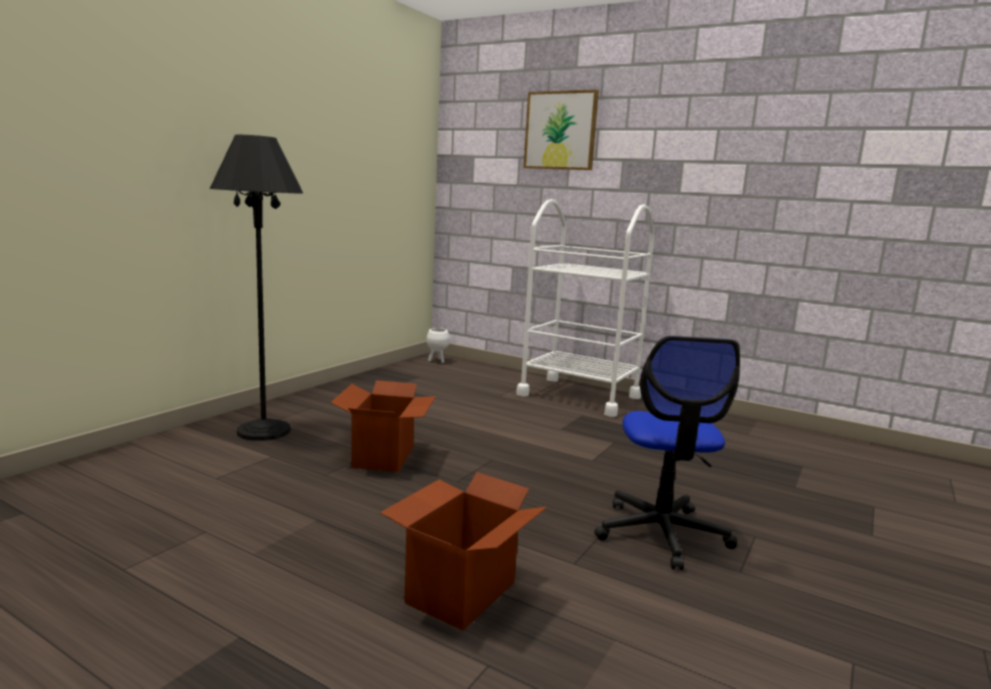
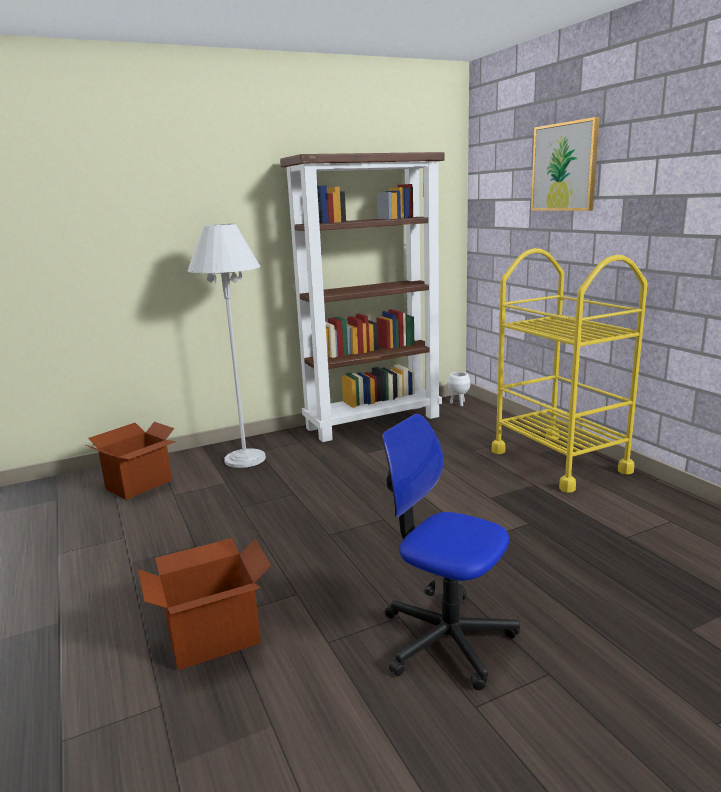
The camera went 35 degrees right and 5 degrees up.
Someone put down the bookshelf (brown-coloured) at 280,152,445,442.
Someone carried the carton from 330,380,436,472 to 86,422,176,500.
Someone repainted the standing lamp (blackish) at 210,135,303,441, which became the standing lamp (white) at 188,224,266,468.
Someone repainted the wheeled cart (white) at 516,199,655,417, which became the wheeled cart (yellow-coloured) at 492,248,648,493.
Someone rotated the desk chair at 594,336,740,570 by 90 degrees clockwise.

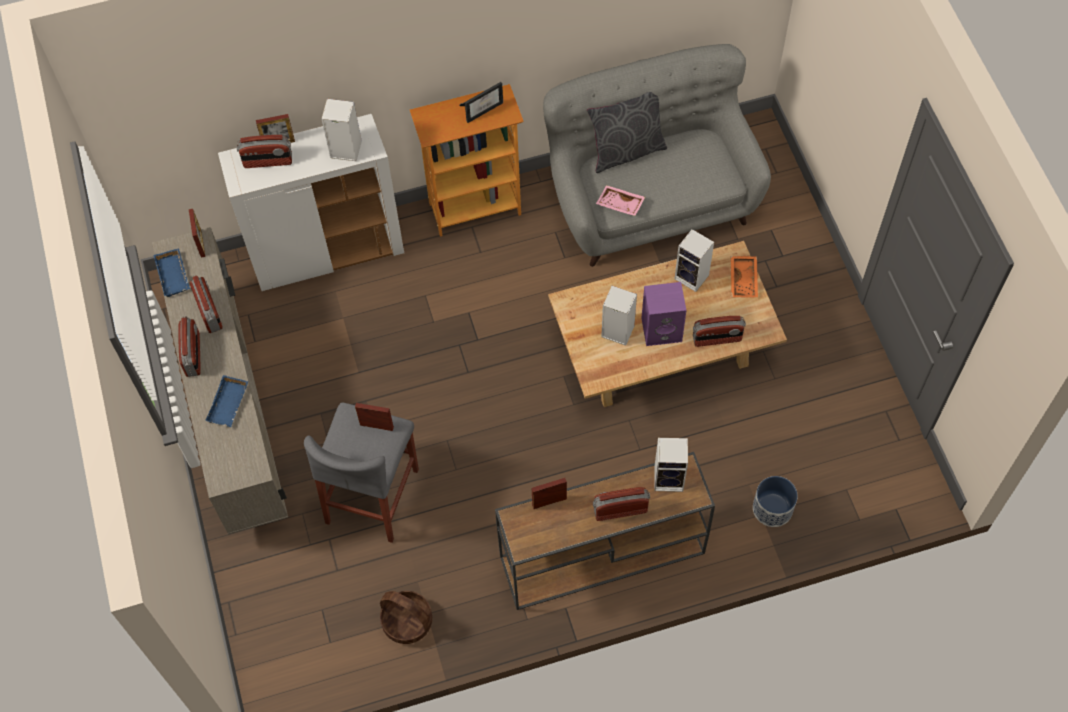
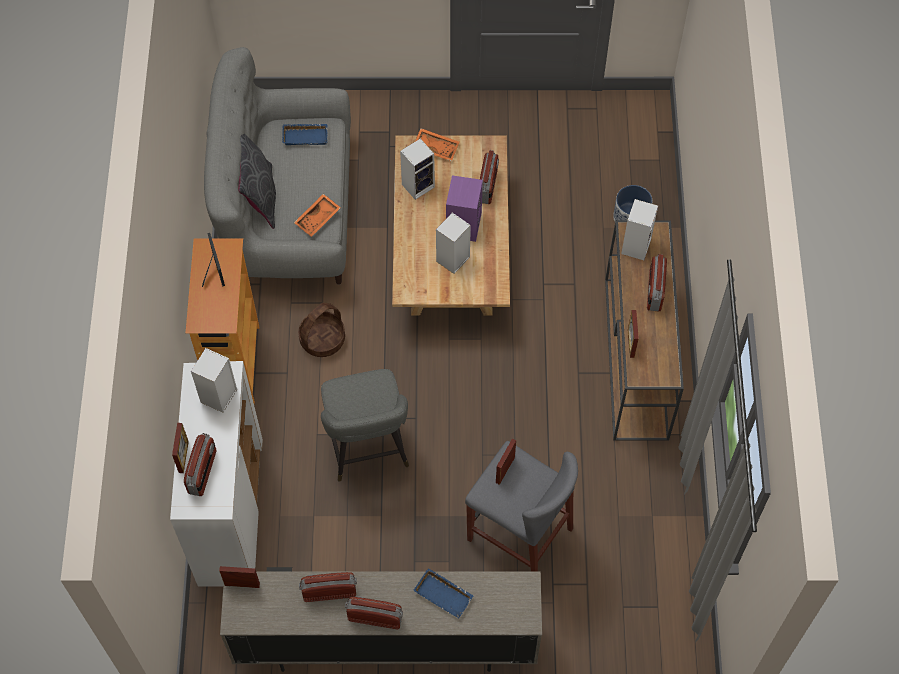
The camera went 75 degrees left and 0 degrees up.
Someone put down the stool seat (grey) at 321,369,409,482.
Someone carried the tray (bluish) from 153,248,190,297 to 282,124,328,145.
Someone carried the household basket from 380,591,432,644 to 298,303,345,357.
Someone repainted the tray (pink-coloured) at 596,185,645,216, which became the tray (orange-coloured) at 294,194,341,237.

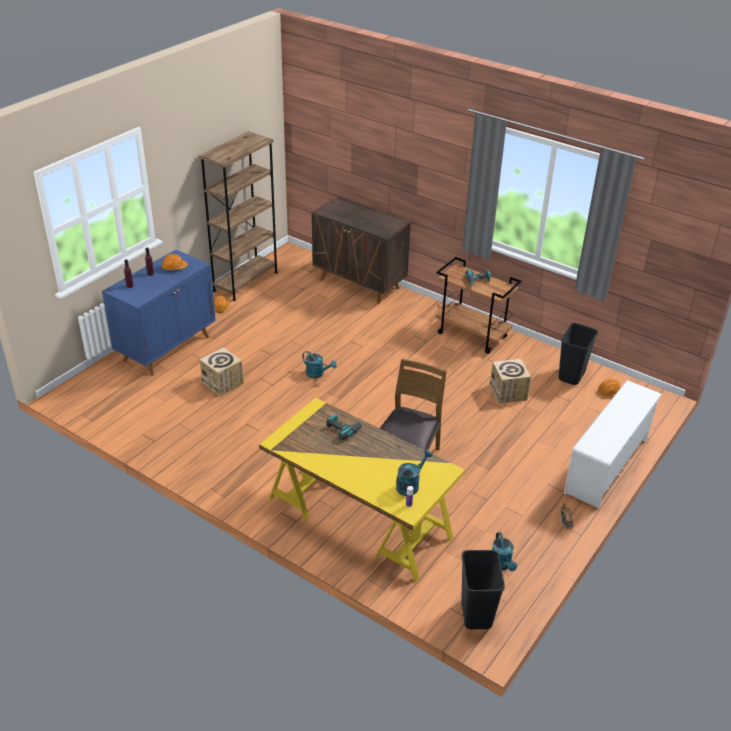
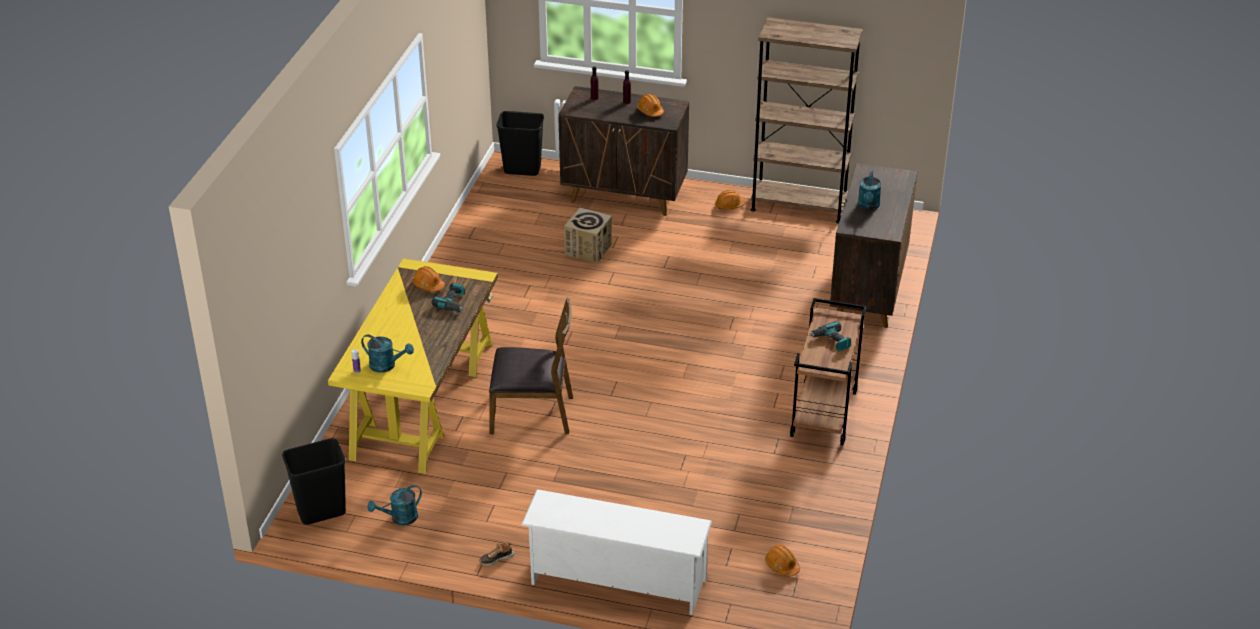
The camera went 70 degrees right and 0 degrees up.
Someone took away the carton at 490,359,531,403.
Someone put down the work helmet (orange-coloured) at 412,266,445,292.
Someone carried the watering pot (turquoise) from 302,351,337,378 to 858,171,882,210.
Someone carried the rubbish bin (blackish) from 558,323,598,385 to 496,111,544,176.
Someone repainted the cupboard (bluish) at 102,250,216,376, which became the cupboard (brown-coloured) at 558,86,689,216.

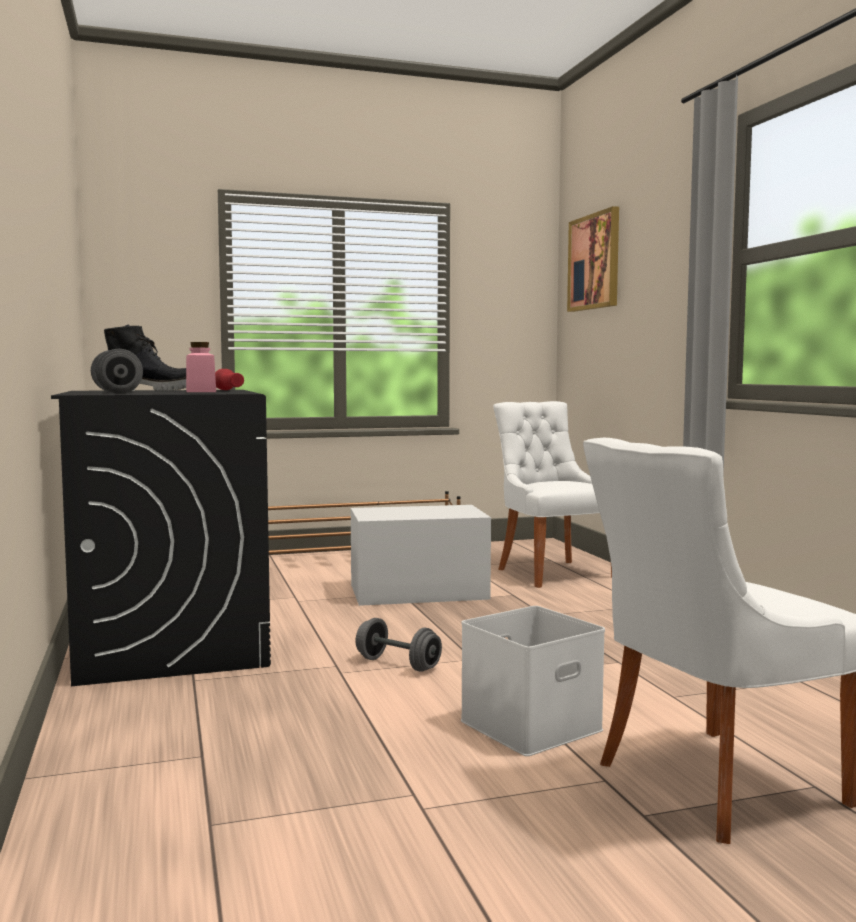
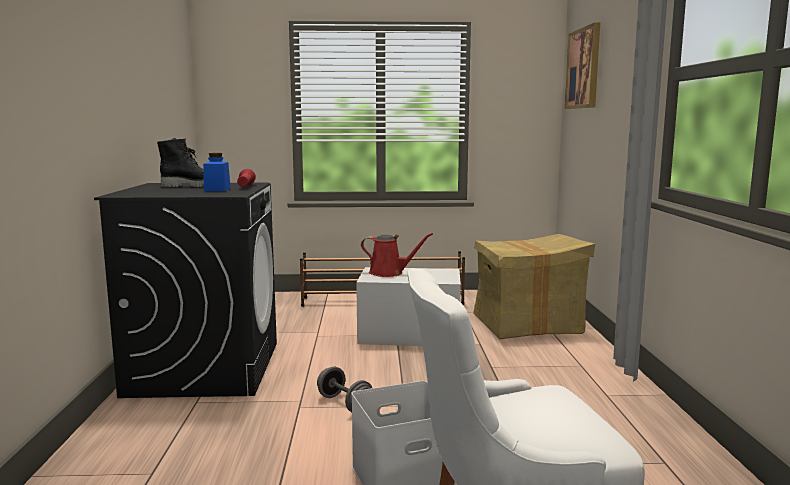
The camera went 15 degrees right and 5 degrees up.
Someone took away the dumbbell (grey) at 91,349,143,394.
Someone put down the watering pot (reddish) at 361,233,433,277.
Someone swapped the chair (white) at 493,401,612,588 for the carton at 473,234,595,339.
Someone repainted the jar (pink-coloured) at 186,342,216,392, which became the jar (bluish) at 203,153,231,191.

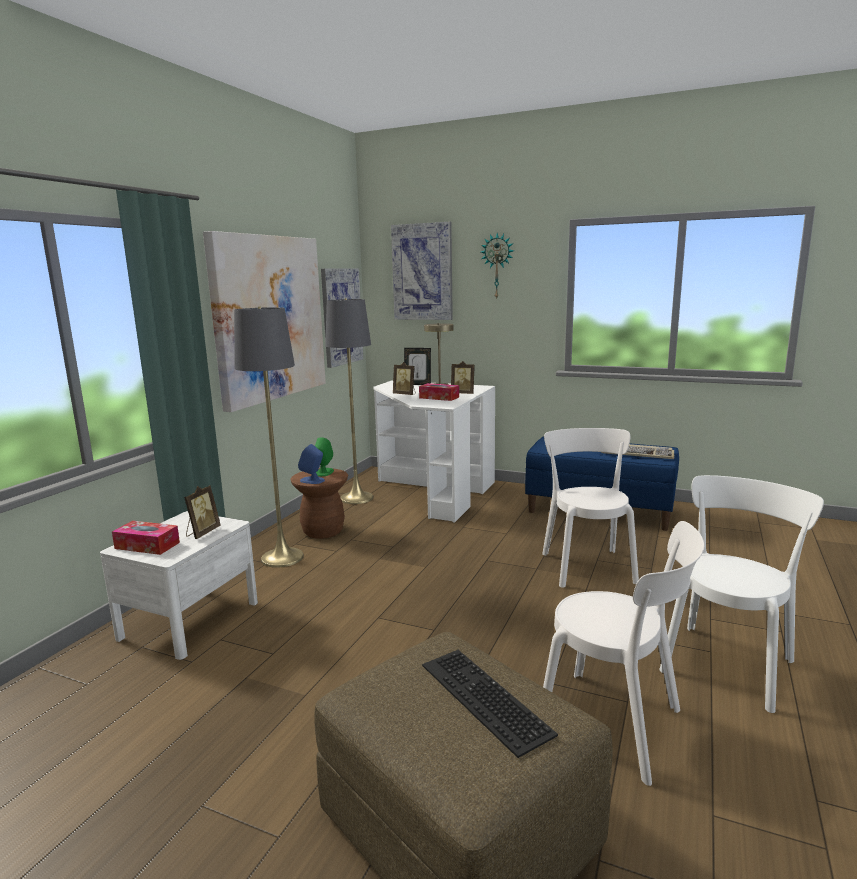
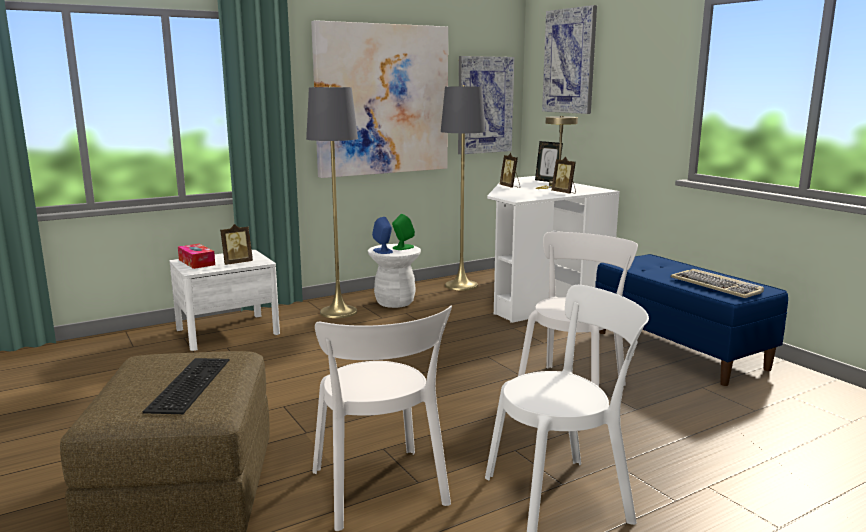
The camera went 35 degrees right and 0 degrees up.
Someone took away the box of tissues at 419,383,459,401.
Someone took away the wall clock at 481,233,514,300.
Someone repainted the stool seat (brown-coloured) at 290,468,348,539, which became the stool seat (white) at 368,244,421,308.

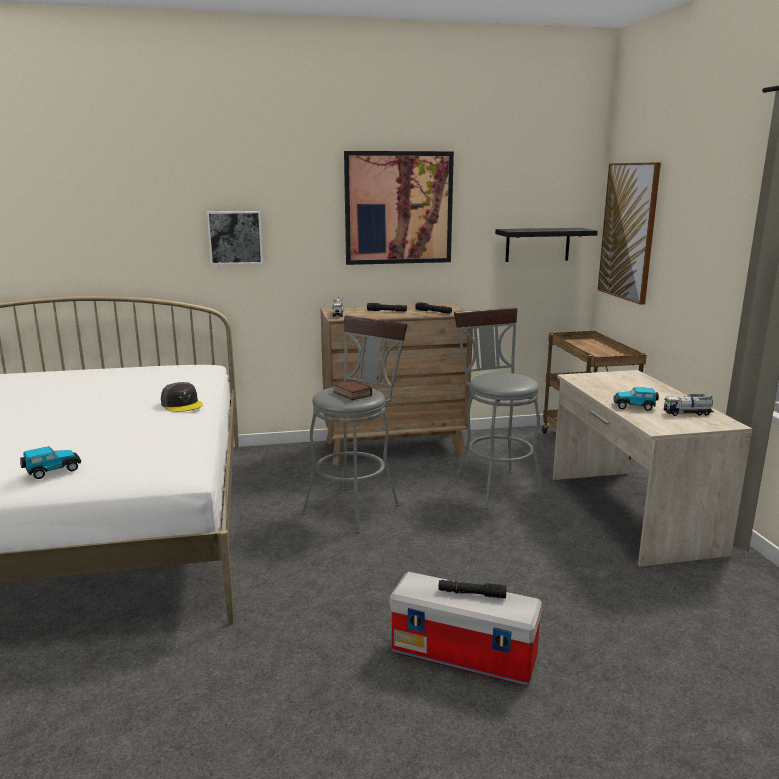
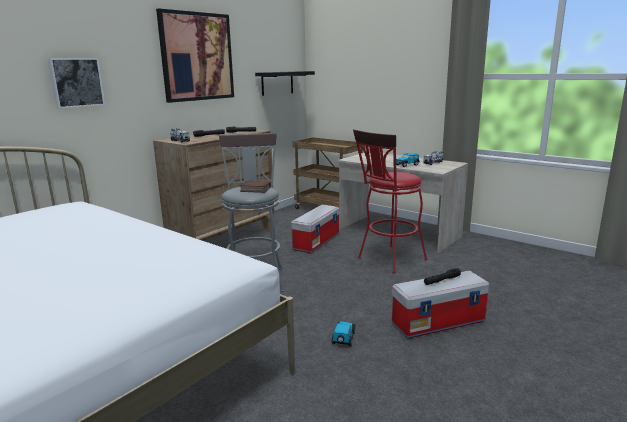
The camera went 40 degrees left and 0 degrees up.
Someone took away the cap (grey) at 161,382,203,412.
Someone took away the picture at 598,162,661,305.
Someone put down the stool seat (reddish) at 353,129,427,273.
Someone carried the model car from 20,446,81,479 to 331,322,355,346.
Someone swapped the stool seat (grey) at 454,307,545,509 for the storage box at 291,205,339,253.

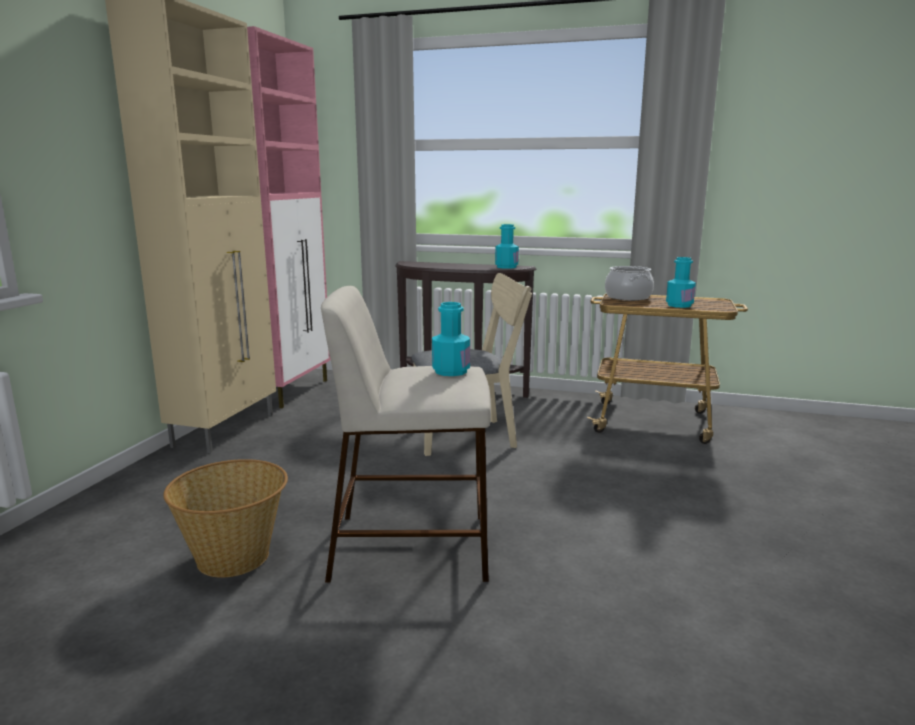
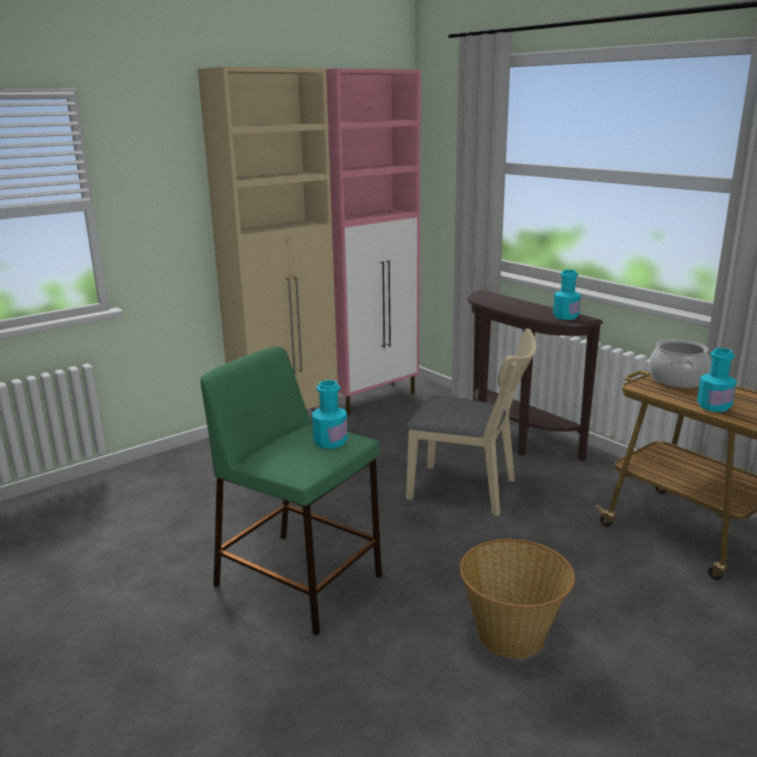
The camera went 35 degrees right and 5 degrees up.
Someone carried the household basket from 163,459,288,578 to 460,539,575,659.
Someone repainted the stool seat (sand-coloured) at 321,286,491,582, which became the stool seat (greenish) at 200,347,382,635.

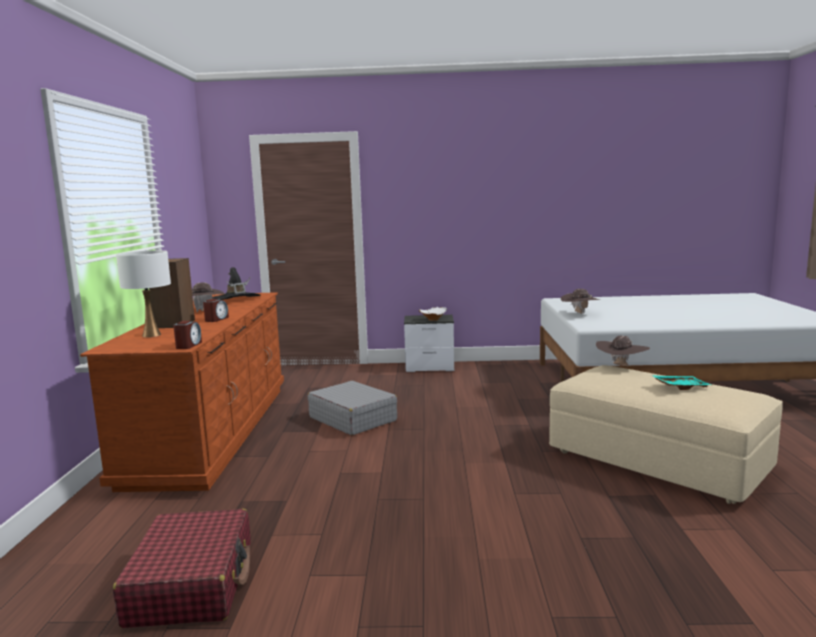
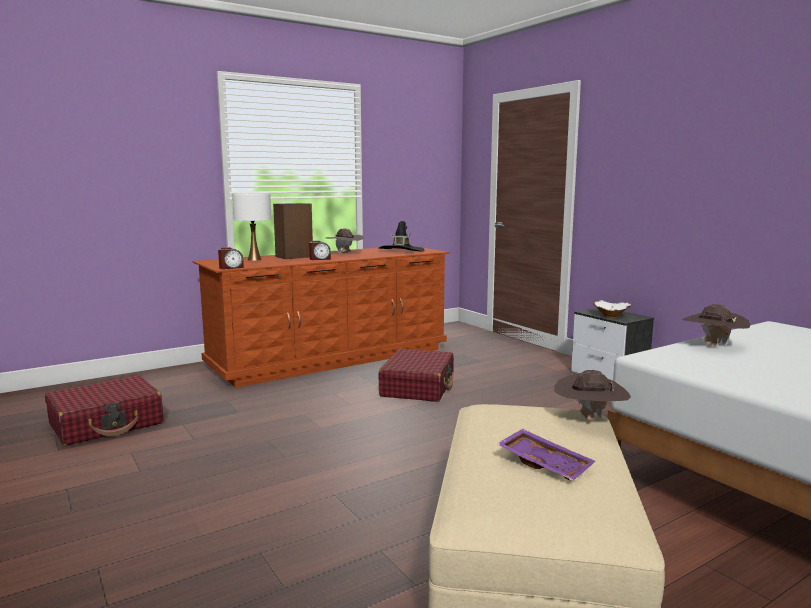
The camera went 55 degrees right and 0 degrees up.
Someone repainted the piece of luggage (grey) at 308,381,398,435, which became the piece of luggage (reddish) at 378,349,454,402.
Someone repainted the tray (turquoise) at 651,375,711,390, which became the tray (purple) at 497,429,595,480.

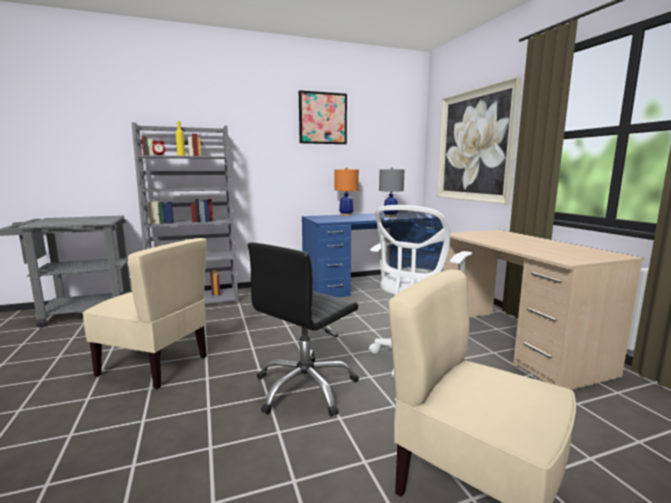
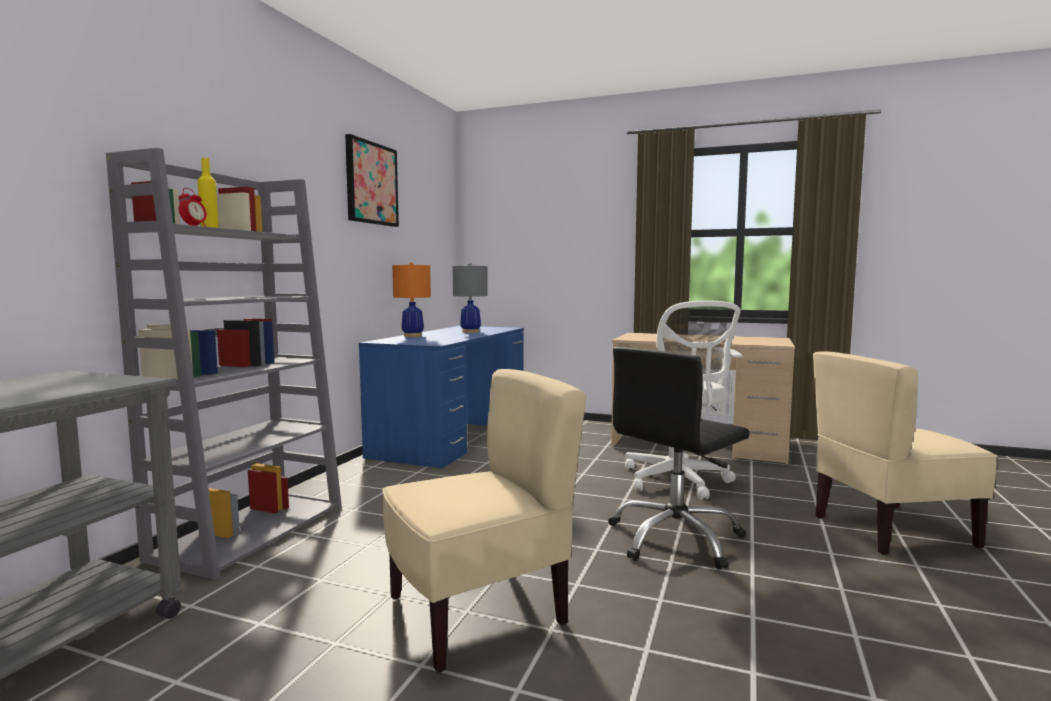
The camera went 50 degrees left and 5 degrees down.
Someone took away the picture at 437,76,522,204.
Someone rotated the desk chair (blackish) at 248,242,359,417 by 60 degrees clockwise.

